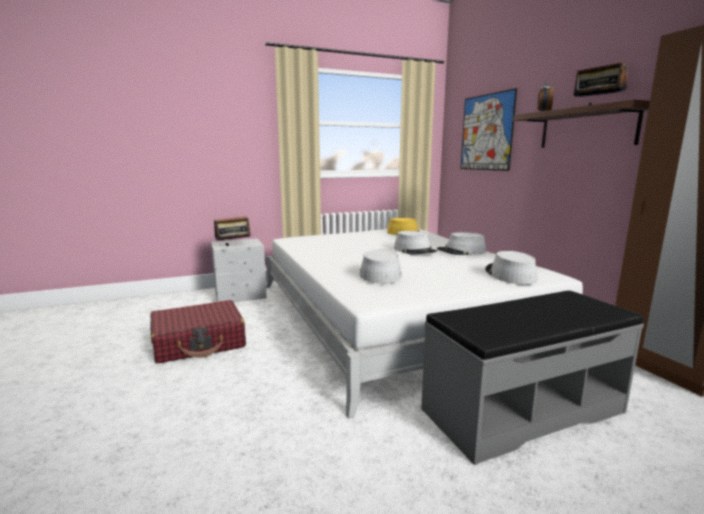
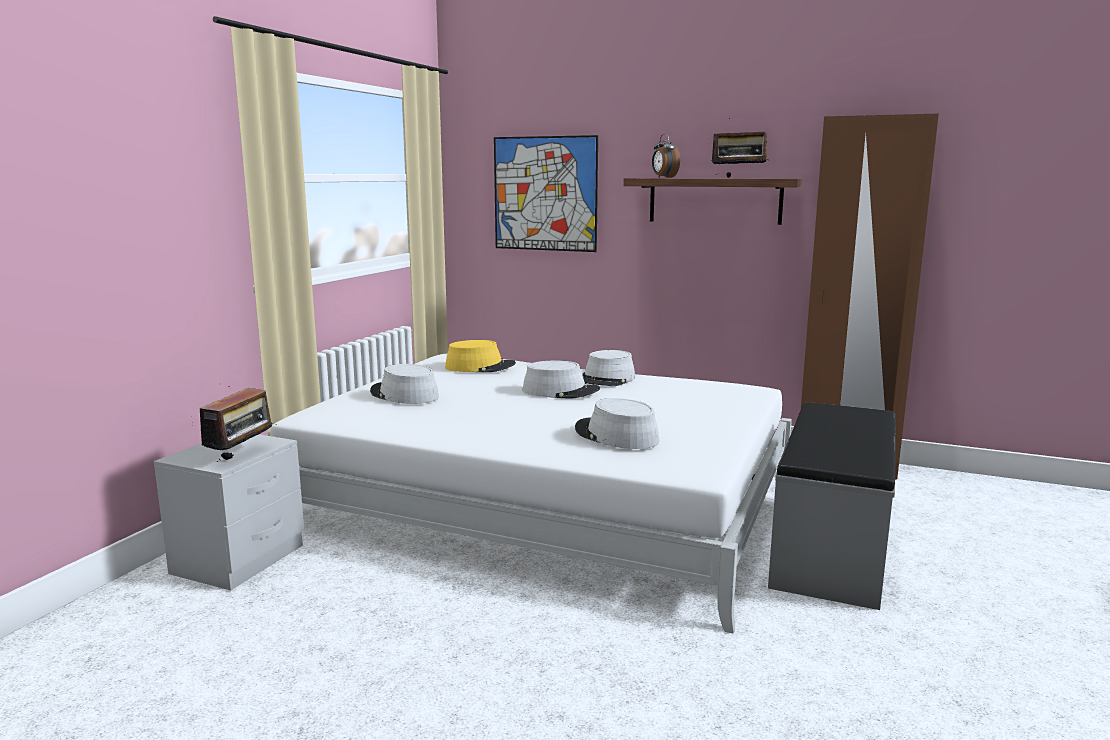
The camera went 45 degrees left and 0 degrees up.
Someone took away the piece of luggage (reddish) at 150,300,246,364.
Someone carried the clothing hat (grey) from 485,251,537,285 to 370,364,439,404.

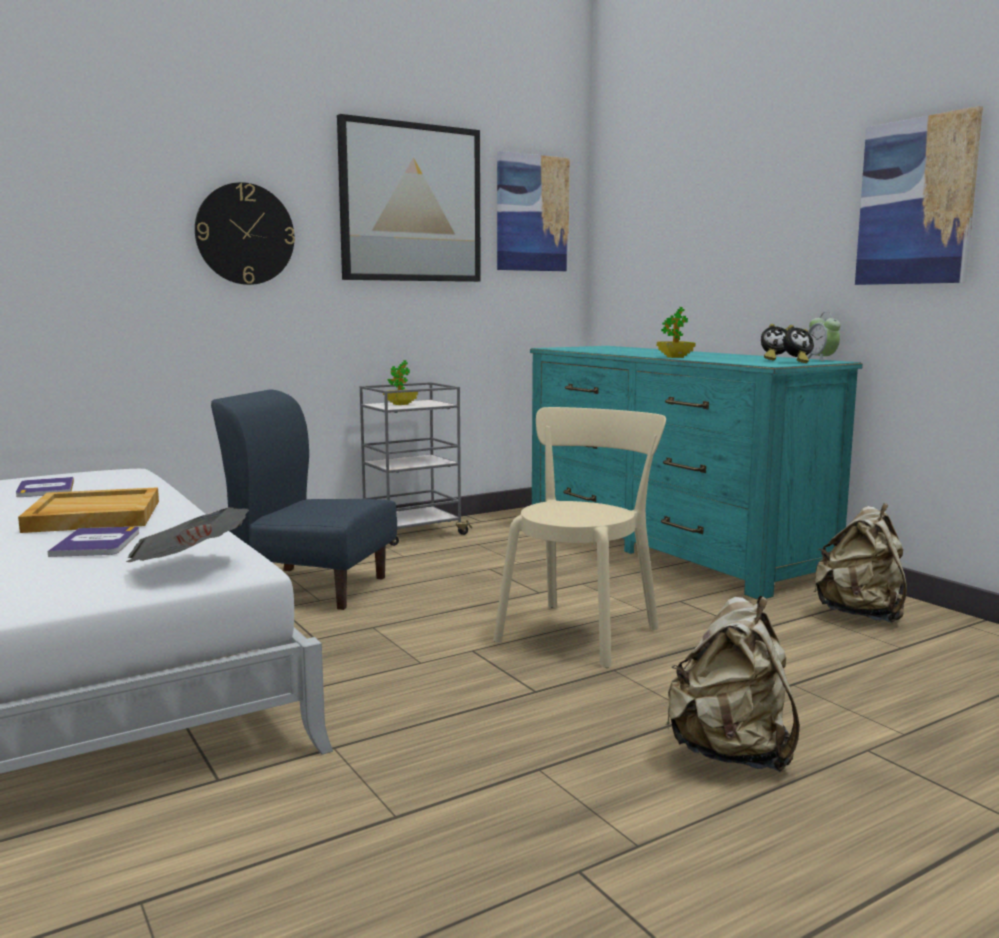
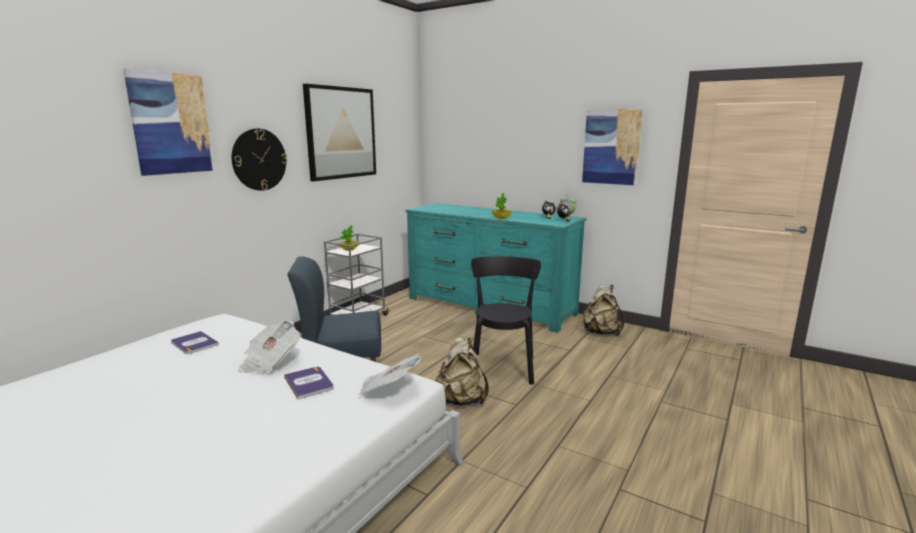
The camera went 25 degrees left and 5 degrees up.
Someone carried the picture from 497,151,570,271 to 123,68,214,176.
Someone carried the rucksack (sand-coloured) from 666,596,800,772 to 436,338,489,405.
Someone swapped the tray (sand-coloured) at 18,487,159,533 for the printed paper at 238,320,300,373.
Someone repainted the chair (sand-coloured) at 493,407,666,668, which became the chair (blackish) at 471,256,541,385.

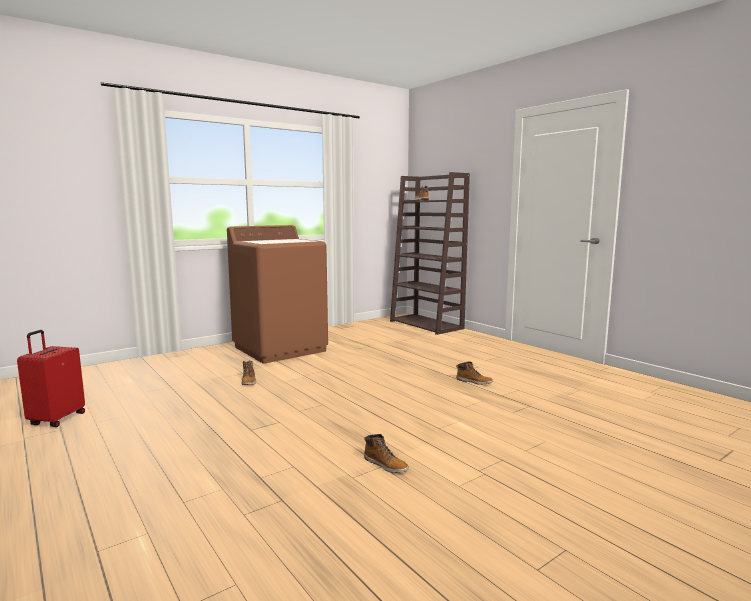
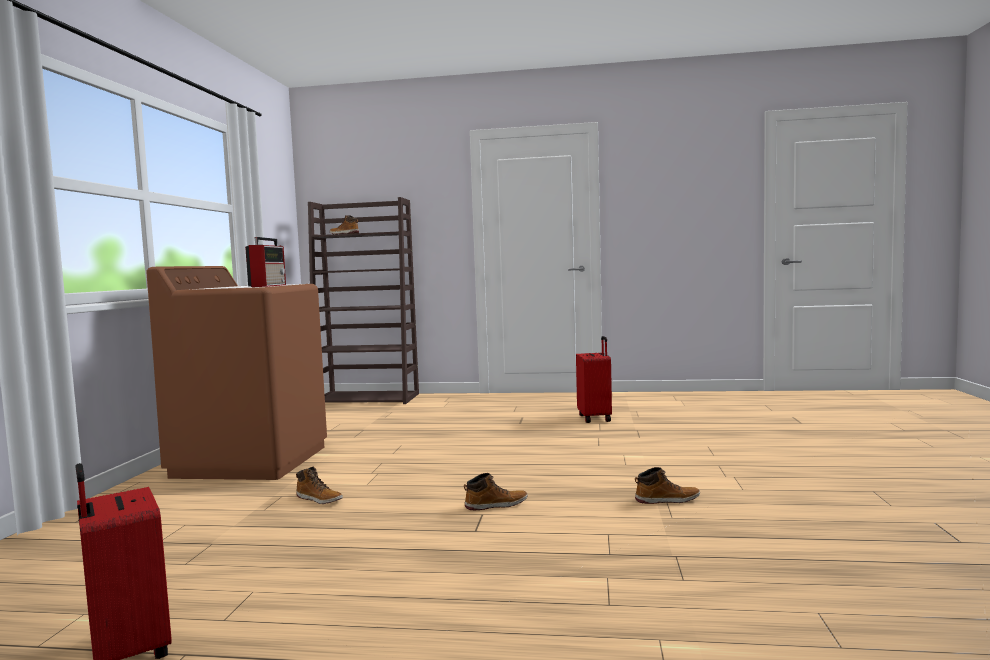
The camera went 45 degrees left and 5 degrees down.
Someone put down the radio at 245,237,286,287.
Someone put down the piece of luggage (reddish) at 576,336,612,423.
Someone carried the boot from 456,361,493,385 to 464,473,528,511.

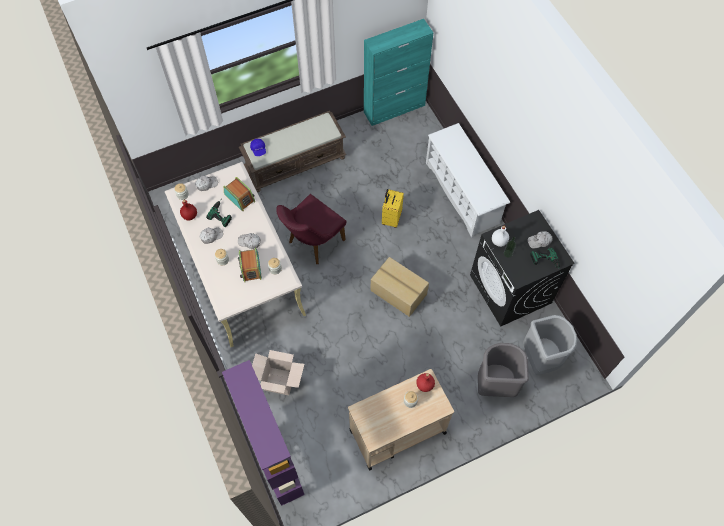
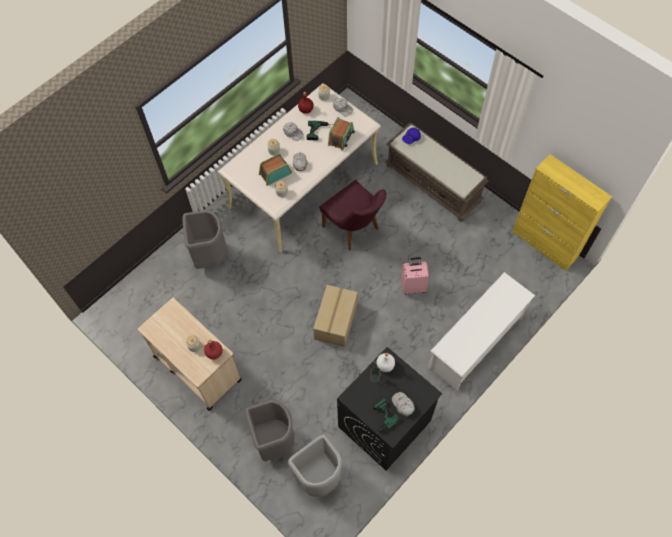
The camera went 70 degrees right and 0 degrees up.
Someone took away the bookshelf (purple) at 222,360,305,506.
Someone swapped the carton at 252,350,305,395 for the rubbish bin (grey) at 182,210,227,269.
Someone repainted the cupboard (turquoise) at 364,19,433,126, which became the cupboard (yellow-coloured) at 512,154,612,271.
Someone repainted the piece of luggage (yellow-coloured) at 382,189,404,228, which became the piece of luggage (pink-coloured) at 401,257,429,295.
Someone rotated the chair (purple) at 276,194,346,264 by 150 degrees counterclockwise.

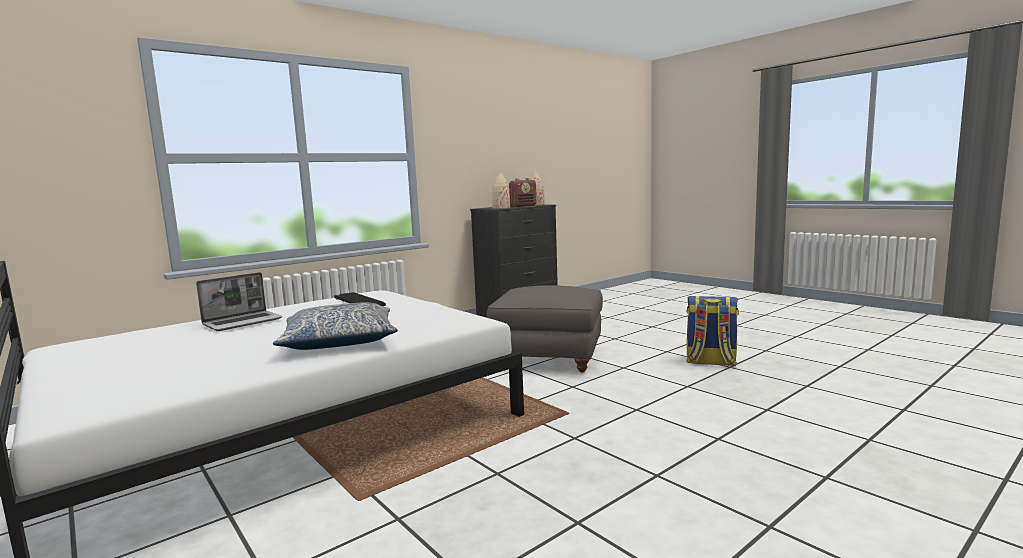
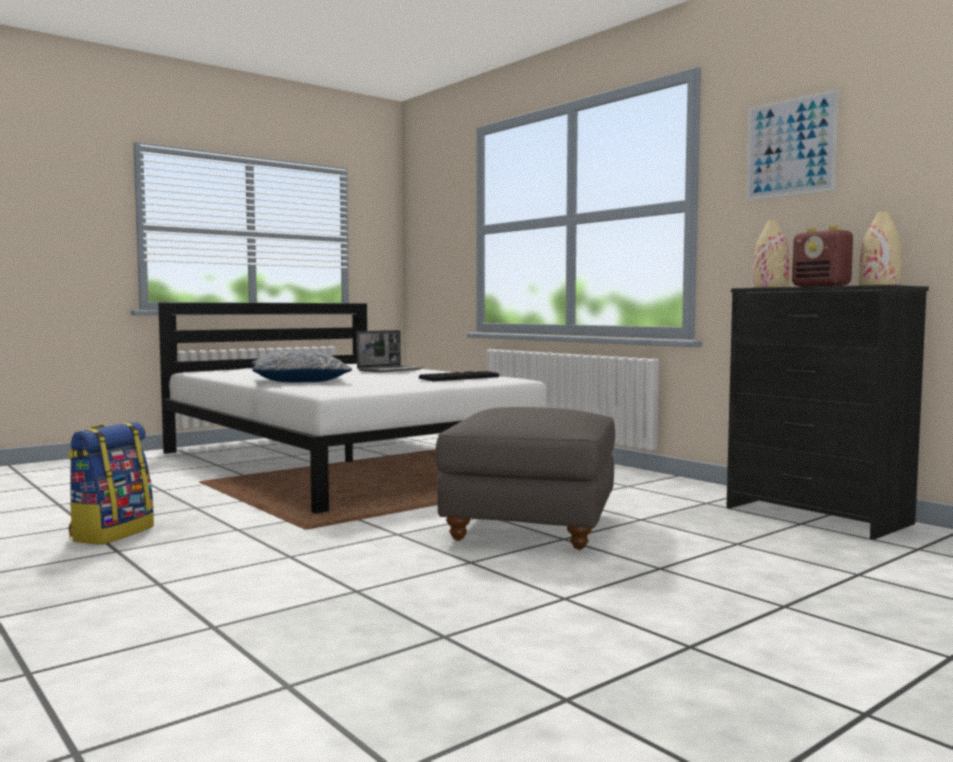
The camera went 90 degrees right and 5 degrees down.
Someone put up the picture at 746,89,839,201.
Someone carried the rucksack from 686,296,739,366 to 67,422,154,545.
Someone rotated the notebook computer at 196,272,282,331 by 90 degrees counterclockwise.

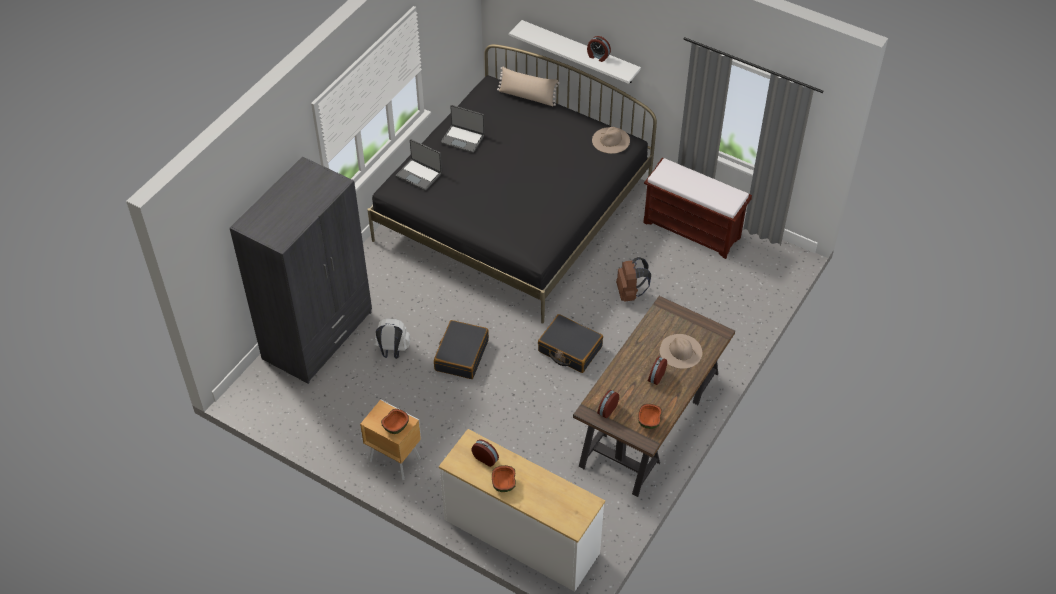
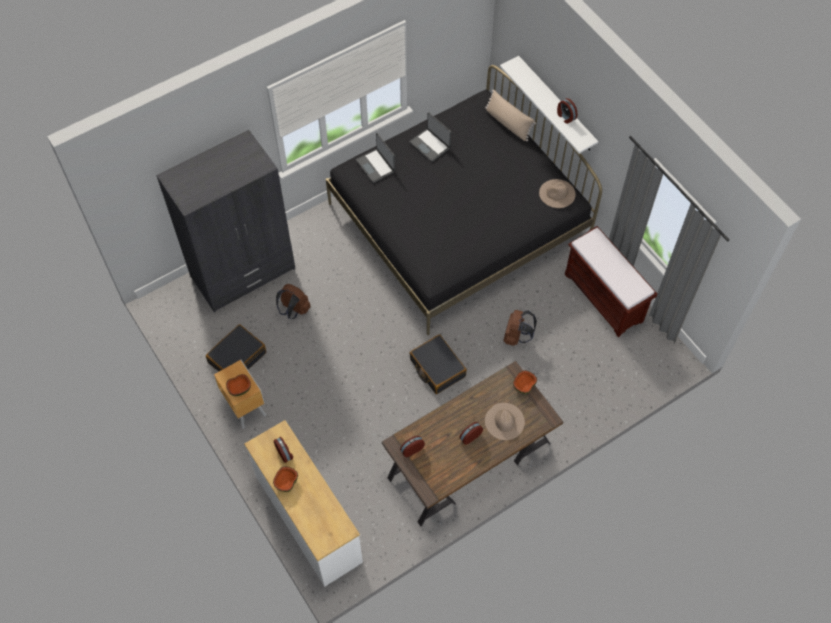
The camera went 25 degrees right and 10 degrees up.
Someone carried the piece of luggage (blackish) from 434,320,489,379 to 206,324,266,372.
Someone carried the serving bowl from 638,404,662,429 to 513,370,537,394.
Someone repainted the rucksack (white) at 375,318,410,359, which became the rucksack (brown-coloured) at 276,284,311,319.

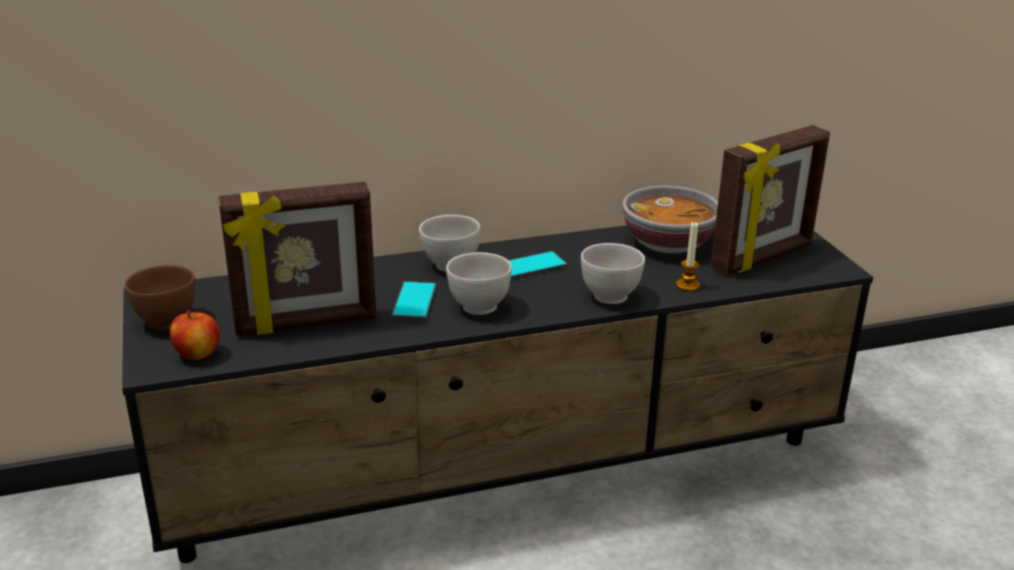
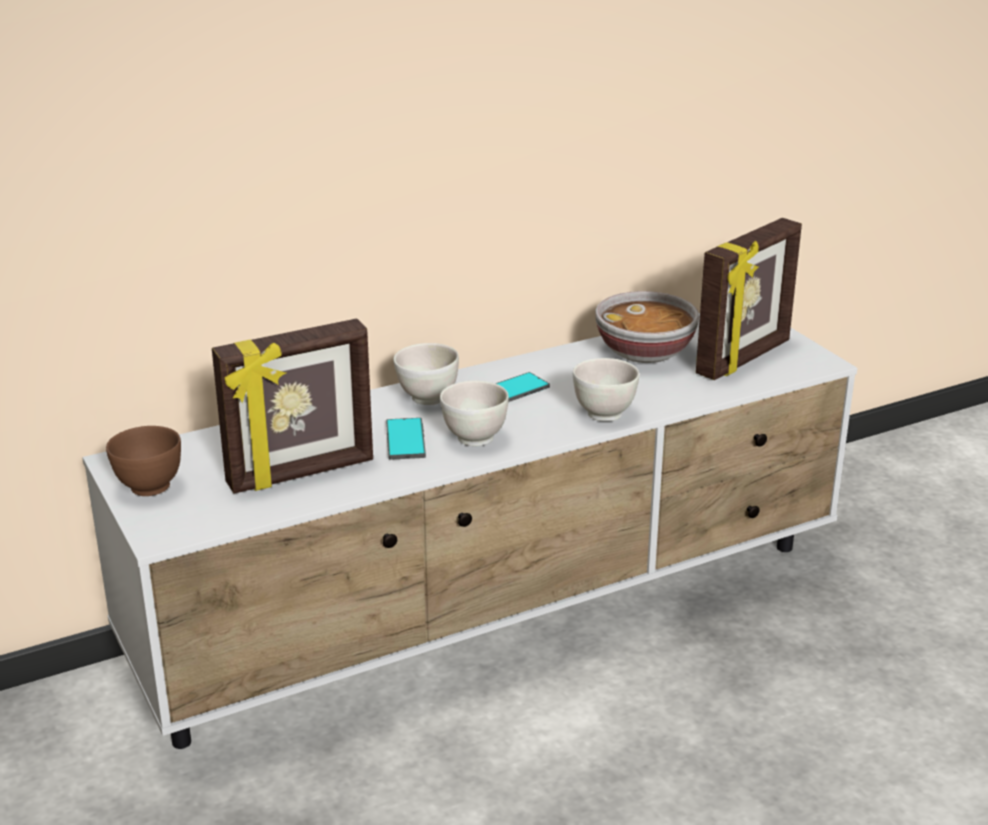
The camera went 10 degrees left and 0 degrees up.
Someone took away the whole apple at 170,310,220,360.
Someone took away the wax light at 676,222,700,291.
Someone repainted the tv unit (blackish) at 122,225,873,563, which became the tv unit (white) at 82,313,857,749.

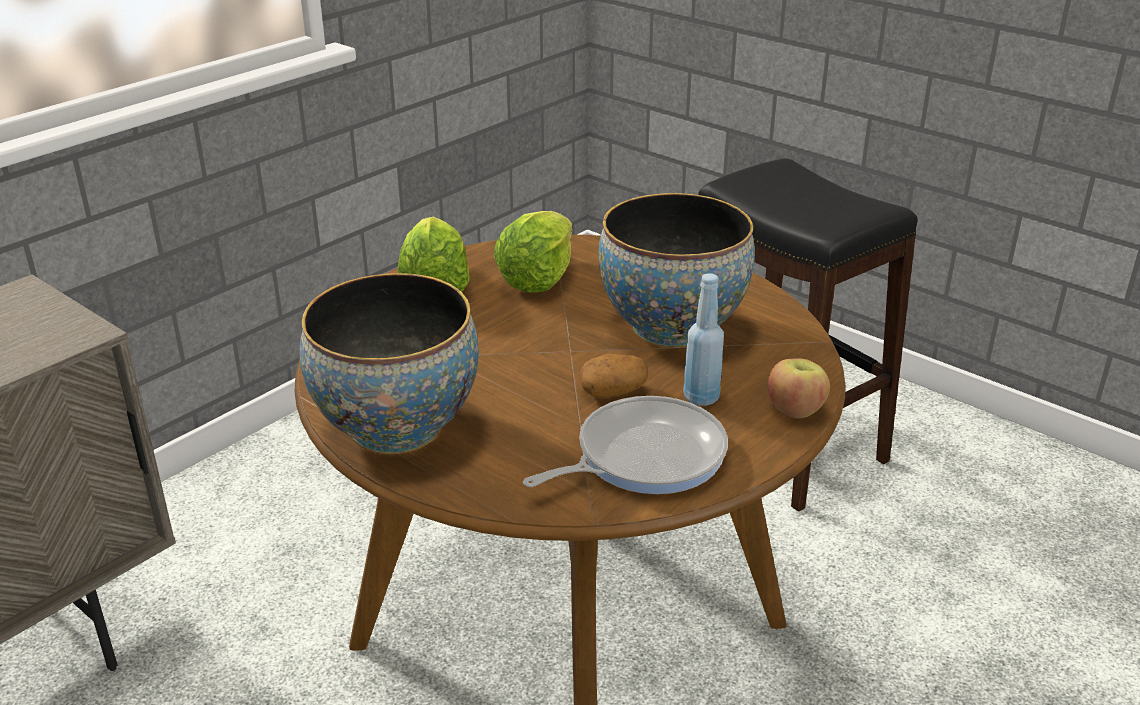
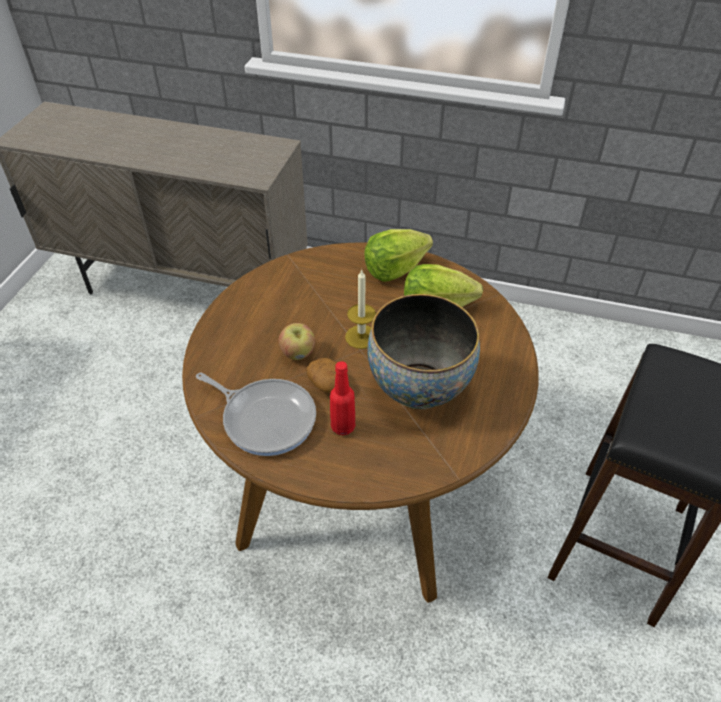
The camera went 65 degrees right and 15 degrees up.
Someone took away the serving bowl at 300,273,479,454.
Someone put down the wax light at 345,269,376,349.
Someone carried the whole apple from 768,358,830,418 to 279,323,315,360.
Someone repainted the beverage bottle (bluish) at 683,273,724,406, which became the beverage bottle (reddish) at 330,361,355,435.

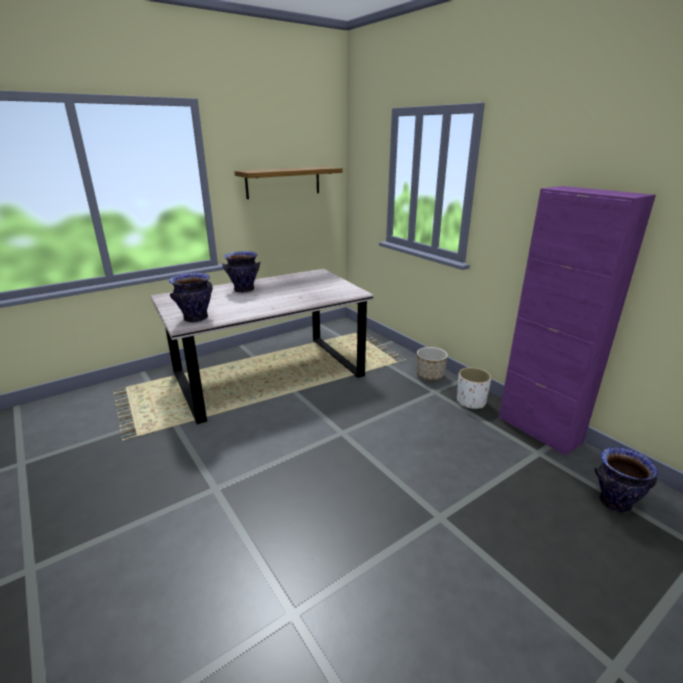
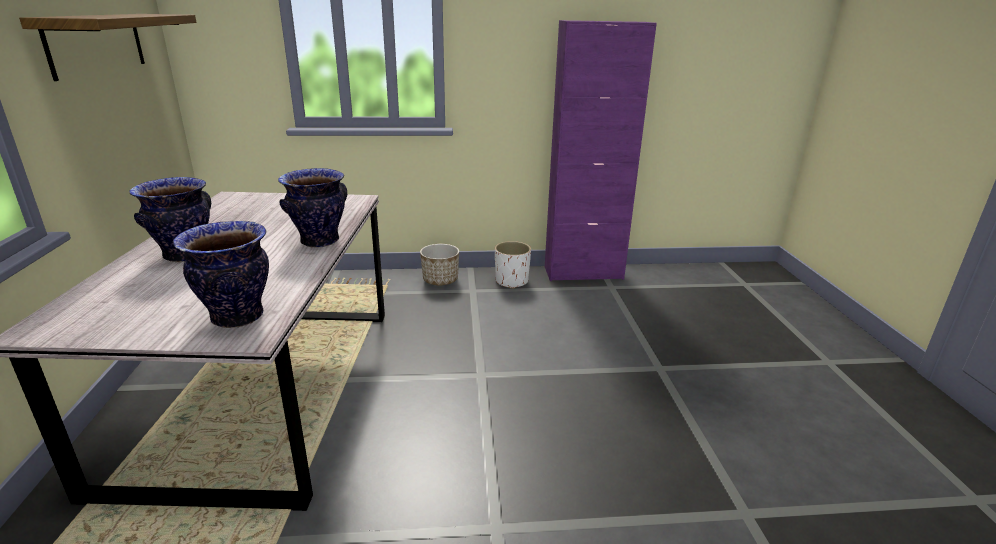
The camera went 60 degrees left and 0 degrees up.
Someone carried the decorative vase from 594,447,658,513 to 278,168,347,248.

